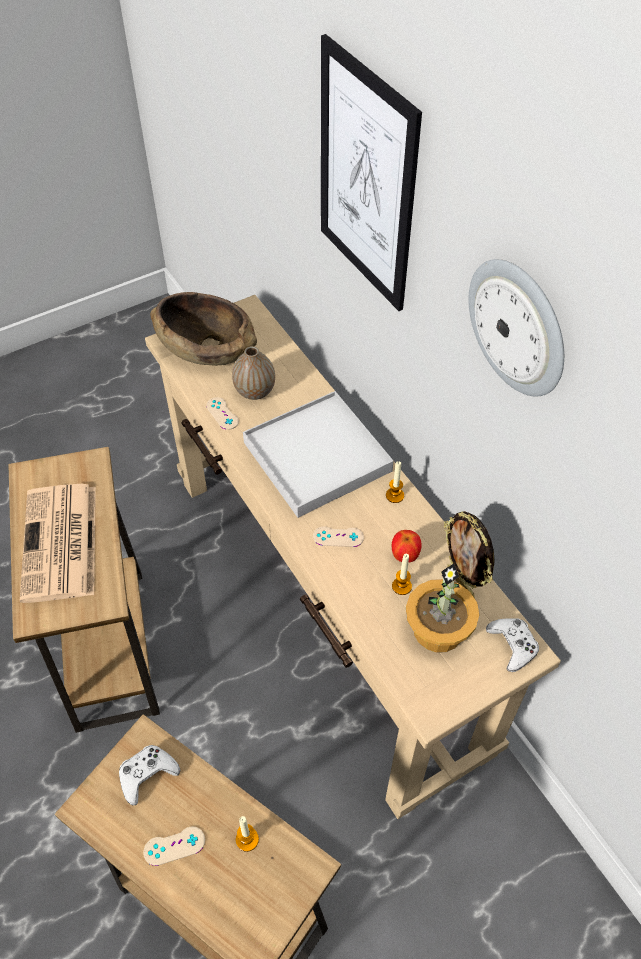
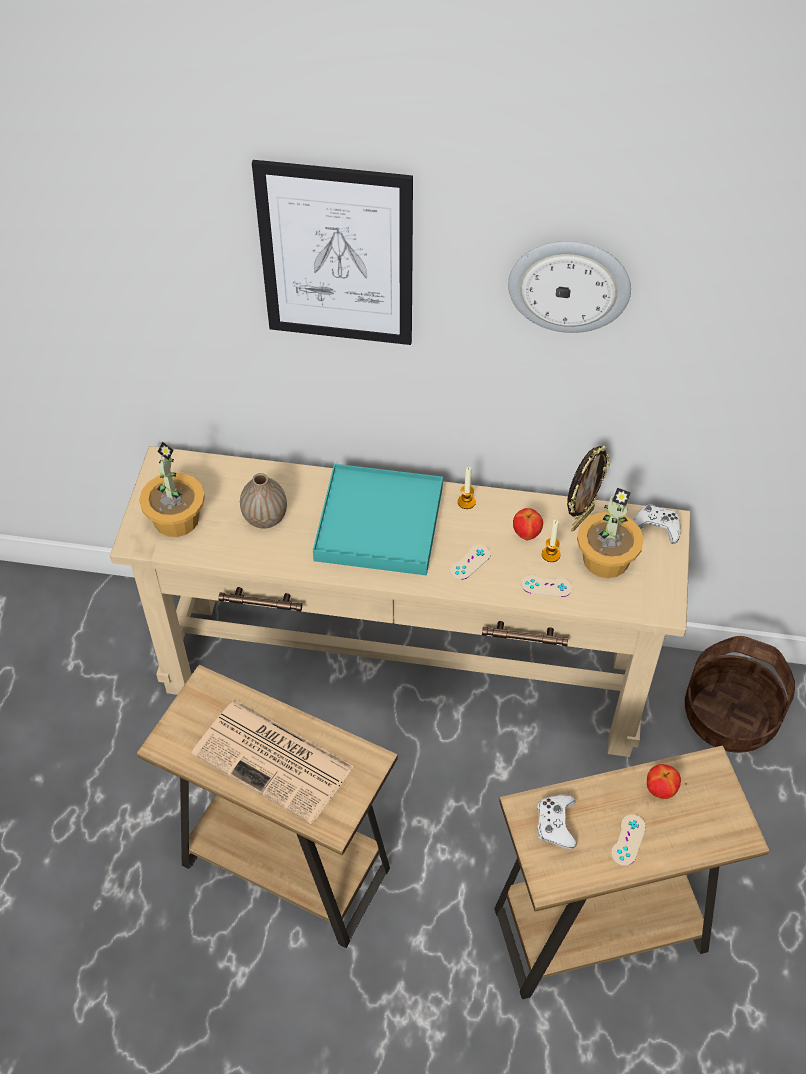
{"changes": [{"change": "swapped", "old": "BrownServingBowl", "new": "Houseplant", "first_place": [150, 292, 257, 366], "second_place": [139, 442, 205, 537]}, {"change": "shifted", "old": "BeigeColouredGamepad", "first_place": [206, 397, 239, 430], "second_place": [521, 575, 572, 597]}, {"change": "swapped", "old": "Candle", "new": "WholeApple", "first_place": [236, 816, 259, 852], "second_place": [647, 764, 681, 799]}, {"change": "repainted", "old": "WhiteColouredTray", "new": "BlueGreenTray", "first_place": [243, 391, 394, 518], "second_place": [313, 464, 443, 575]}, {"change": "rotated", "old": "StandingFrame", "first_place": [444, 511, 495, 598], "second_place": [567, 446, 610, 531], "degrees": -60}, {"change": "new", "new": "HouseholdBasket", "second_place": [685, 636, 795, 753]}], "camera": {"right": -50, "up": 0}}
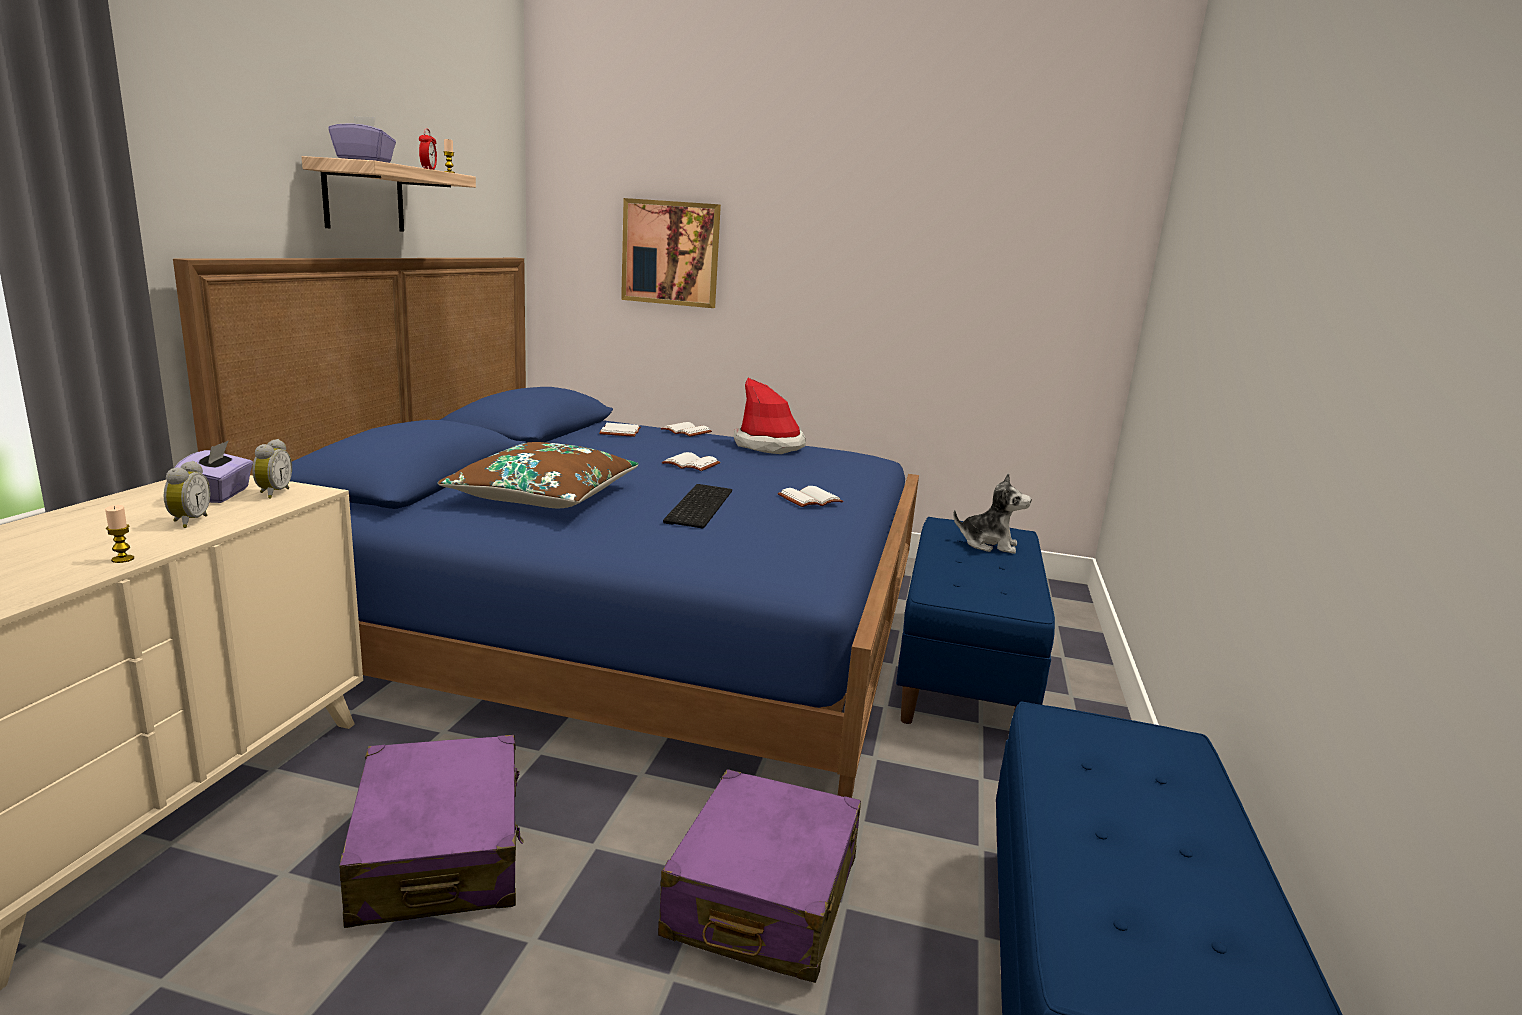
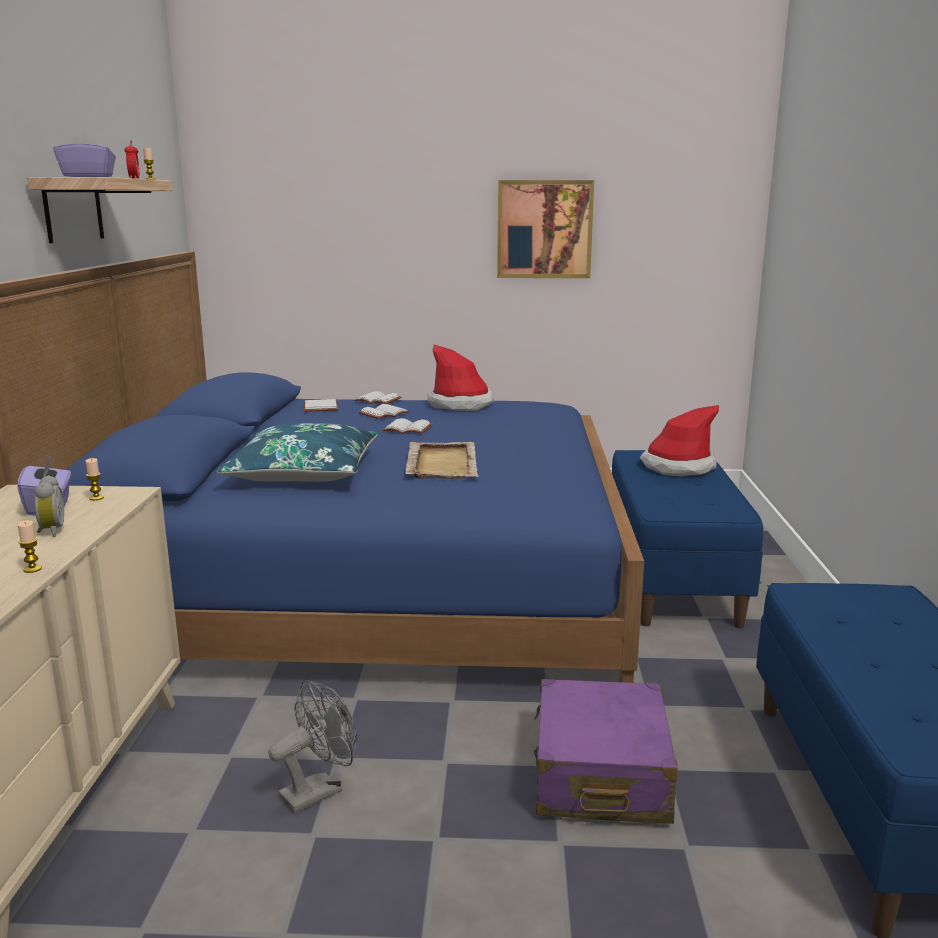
{"changes": [{"change": "swapped", "old": "BedsideClock", "new": "Candle", "first_place": [252, 439, 292, 498], "second_place": [85, 458, 104, 501]}, {"change": "swapped", "old": "PurpleTravelCase", "new": "GrayFan", "first_place": [340, 735, 524, 928], "second_place": [268, 680, 357, 813]}, {"change": "repainted", "old": "BrownPillow", "new": "BluishPillow", "first_place": [438, 442, 639, 508], "second_place": [217, 423, 378, 482]}, {"change": "shifted", "old": "WallArt", "first_place": [621, 198, 721, 308], "second_place": [497, 180, 594, 278]}, {"change": "swapped", "old": "Keyboard", "new": "BeigeColouredTray", "first_place": [663, 484, 732, 528], "second_place": [405, 442, 479, 479]}, {"change": "shifted", "old": "WhiteColouredVolume", "first_place": [778, 486, 843, 507], "second_place": [359, 404, 410, 419]}, {"change": "swapped", "old": "CuddlyToy", "new": "WearableHat", "first_place": [953, 473, 1032, 554], "second_place": [640, 405, 719, 477]}], "camera": {"right": -10, "up": 0}}
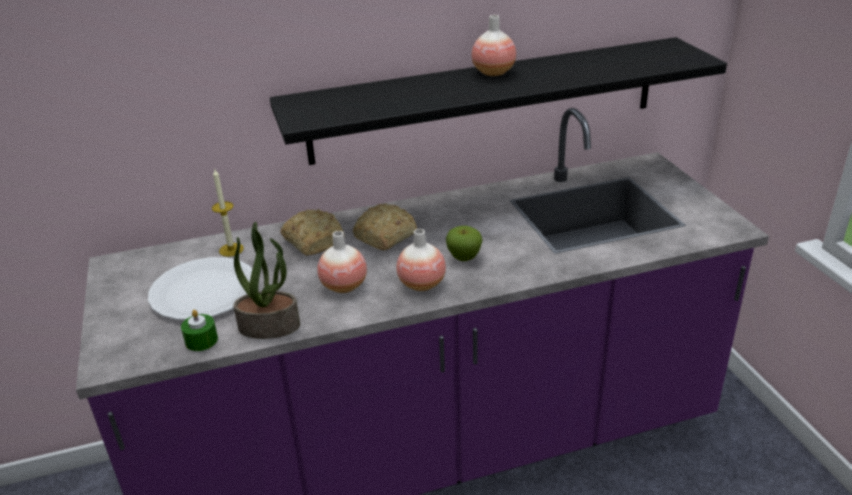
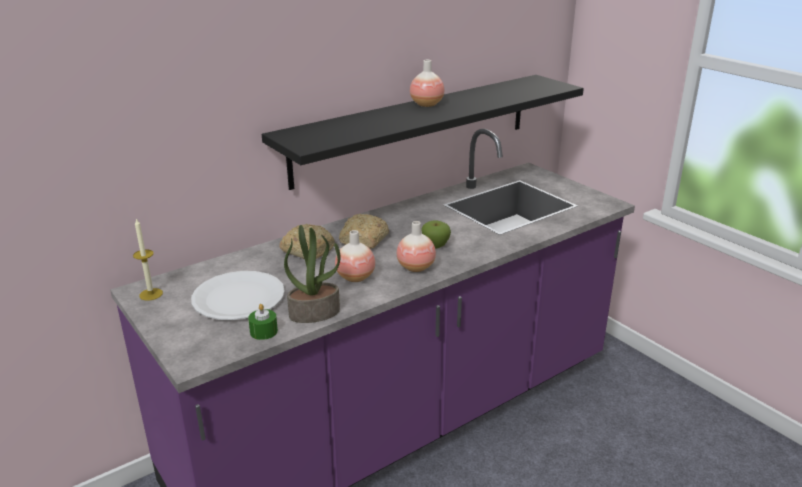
{"changes": [{"change": "shifted", "old": "Candle", "first_place": [212, 168, 244, 257], "second_place": [133, 219, 163, 300]}], "camera": {"right": -20, "up": -5}}
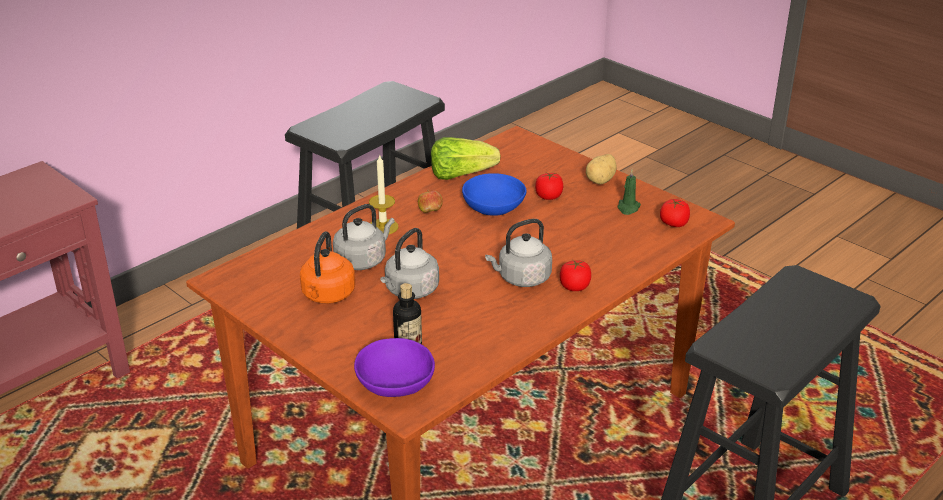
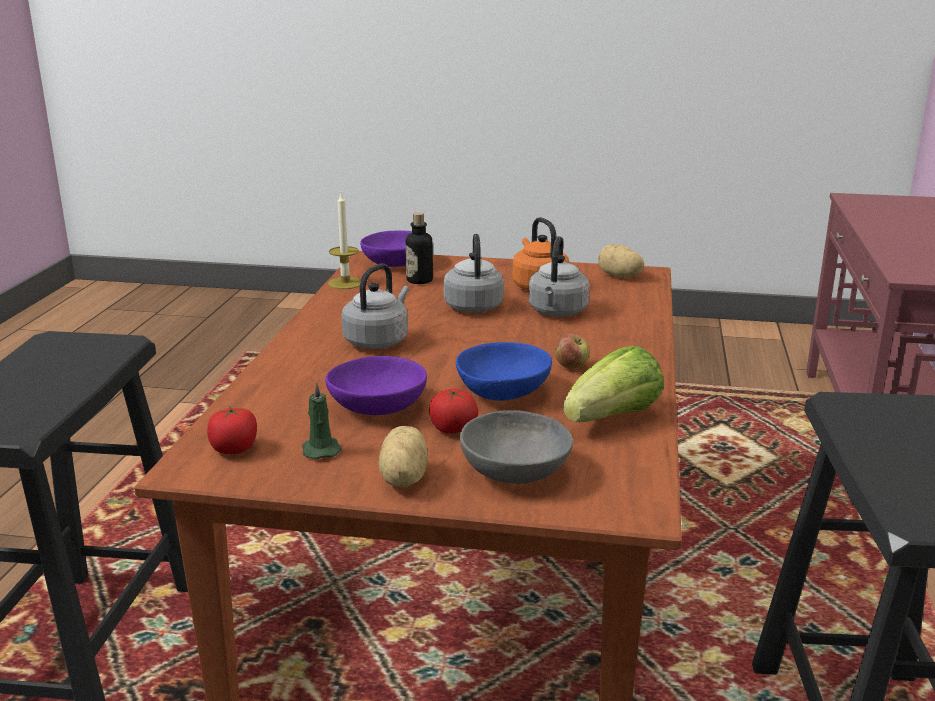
{"changes": [{"change": "shifted", "old": "Candle", "first_place": [369, 154, 399, 234], "second_place": [328, 193, 361, 289]}, {"change": "gone", "old": "FreshTomato", "first_place": [560, 260, 591, 291]}, {"change": "new", "new": "PurpleServingBowl", "second_place": [325, 356, 427, 415]}, {"change": "new", "new": "GrayServingBowl", "second_place": [460, 410, 573, 484]}, {"change": "new", "new": "Potato", "second_place": [598, 244, 644, 278]}], "camera": {"right": 145, "up": -10}}
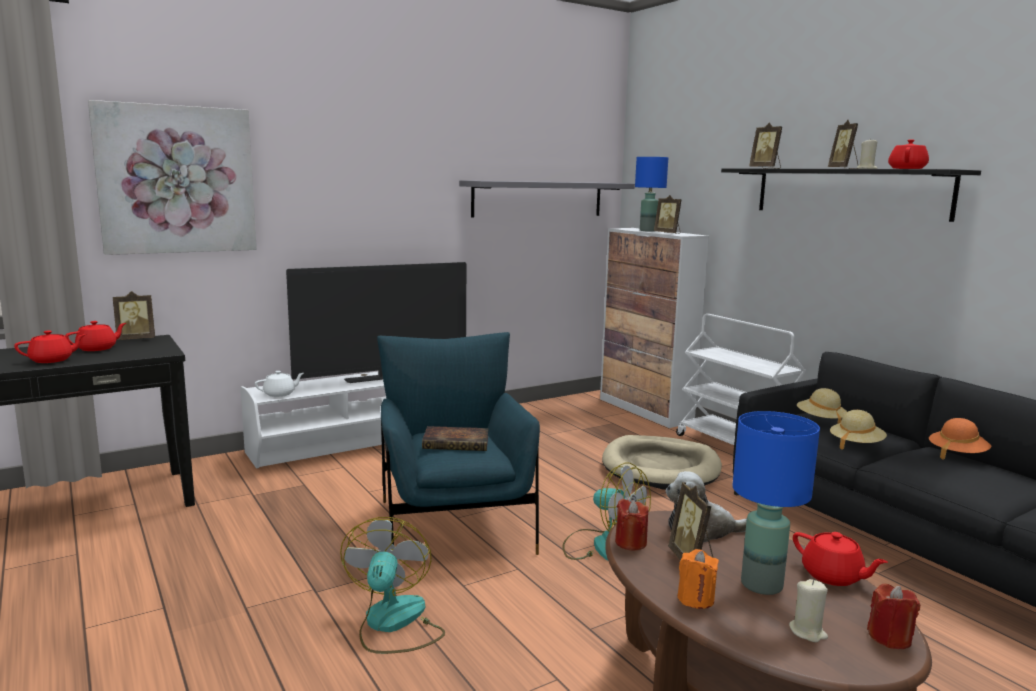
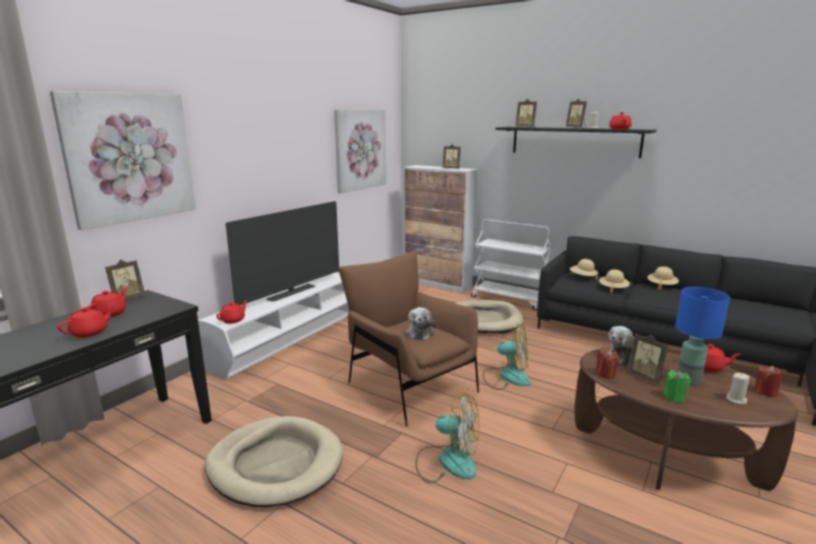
{"changes": [{"change": "repainted", "old": "WhiteColouredTeapot", "new": "RedTeapot", "first_place": [255, 371, 304, 397], "second_place": [216, 300, 248, 323]}, {"change": "rotated", "old": "Fan", "first_place": [340, 517, 445, 654], "second_place": [415, 393, 479, 483], "degrees": 135}, {"change": "repainted", "old": "BluishEasyChair", "new": "BrownEasyChair", "first_place": [377, 332, 540, 555], "second_place": [338, 251, 479, 427]}, {"change": "swapped", "old": "Volume", "new": "CuddlyToy", "first_place": [422, 426, 488, 451], "second_place": [406, 307, 436, 340]}, {"change": "swapped", "old": "GrayShelf", "new": "WallArt", "first_place": [459, 180, 635, 217], "second_place": [334, 110, 386, 194]}, {"change": "gone", "old": "BluishTabletopLamp", "first_place": [635, 157, 668, 232]}, {"change": "repainted", "old": "OrangeyCandle", "new": "GreenColouredCandle", "first_place": [677, 549, 719, 609], "second_place": [663, 370, 691, 403]}, {"change": "repainted", "old": "OrangeyWearableHat", "new": "BeigeColouredWearableHat", "first_place": [929, 418, 991, 460], "second_place": [647, 266, 679, 290]}, {"change": "new", "new": "BeigeColouredDogCushion", "second_place": [205, 416, 343, 507]}], "camera": {"right": -25, "up": 5}}
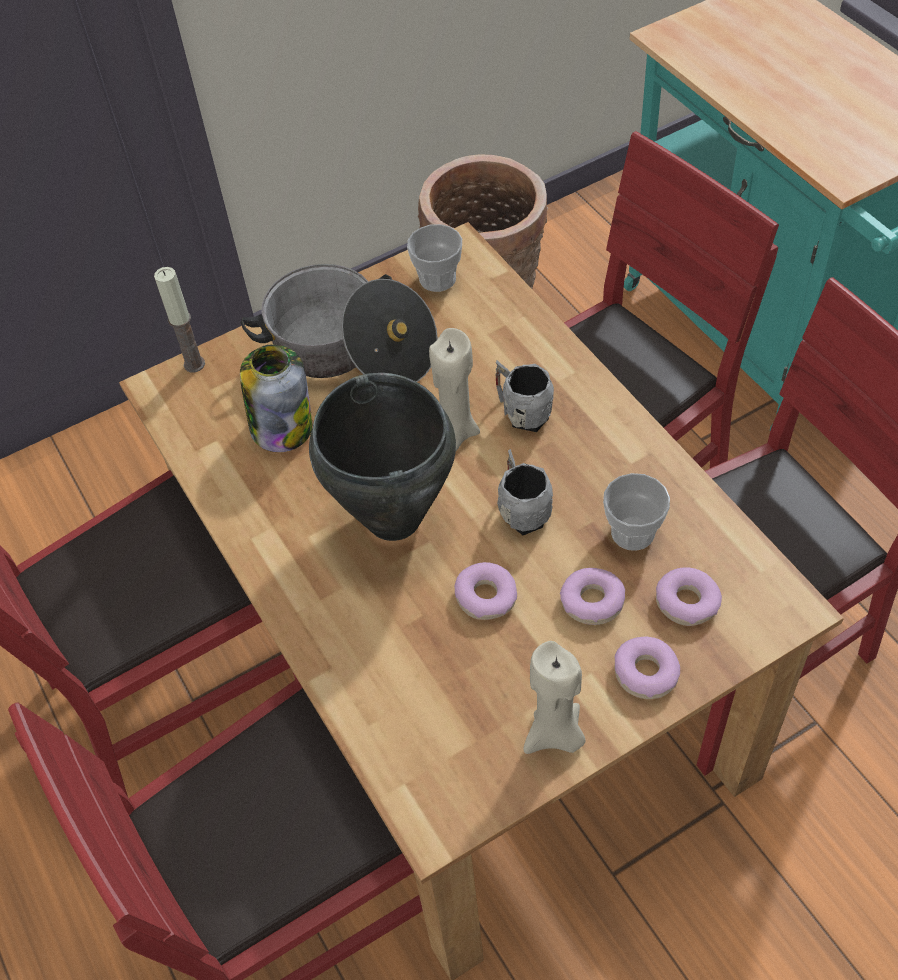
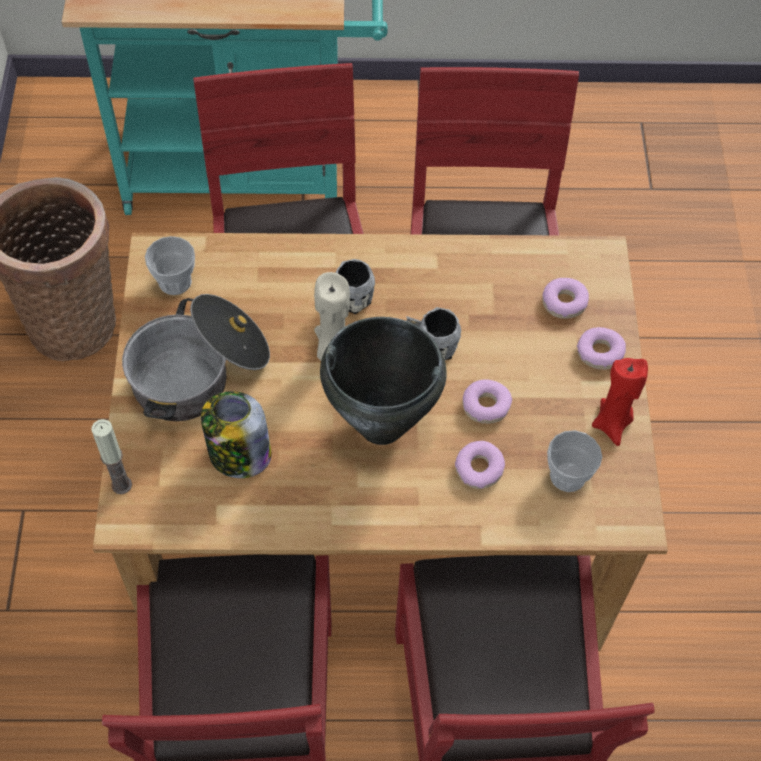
{"changes": [{"change": "repainted", "old": "BeigeColouredCandle", "new": "RedCandle", "first_place": [524, 641, 586, 754], "second_place": [592, 358, 648, 446]}, {"change": "shifted", "old": "Doughnut", "first_place": [560, 568, 625, 625], "second_place": [455, 441, 505, 489]}, {"change": "shifted", "old": "DrinkingCup", "first_place": [603, 473, 670, 551], "second_place": [547, 430, 602, 492]}], "camera": {"right": -65, "up": 5}}
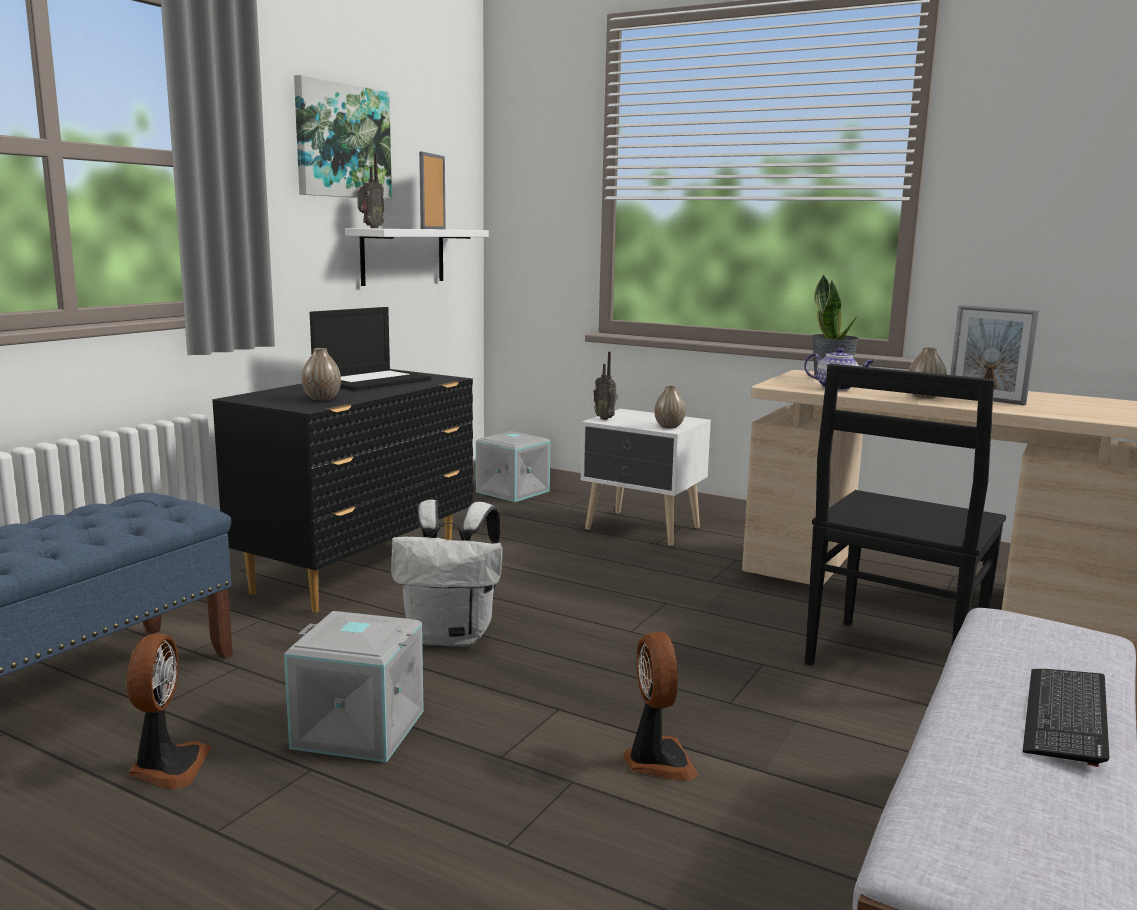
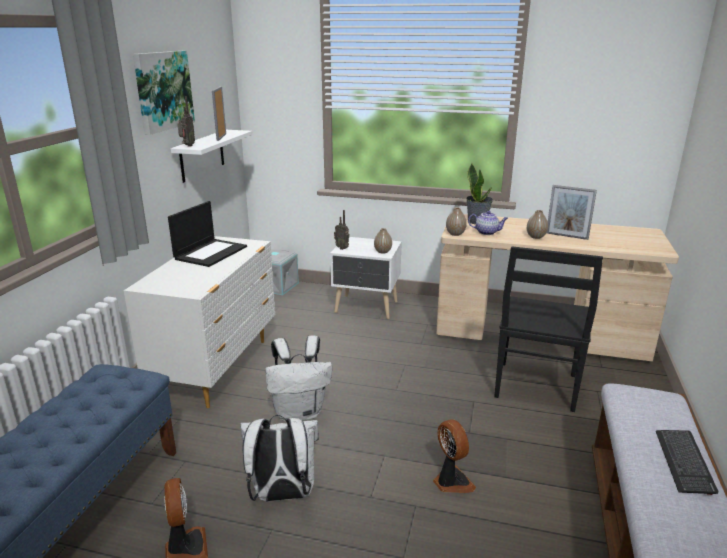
{"changes": [{"change": "repainted", "old": "BlackChestOfDrawers", "new": "WhiteColouredChestOfDrawers", "first_place": [212, 369, 473, 613], "second_place": [124, 236, 275, 408]}, {"change": "swapped", "old": "GrayStorageBin", "new": "WhiteColouredBackpack", "first_place": [284, 611, 424, 763], "second_place": [240, 415, 319, 501]}, {"change": "shifted", "old": "DecorativeVase", "first_place": [302, 348, 341, 401], "second_place": [446, 207, 467, 236]}], "camera": {"right": -15, "up": 10}}
